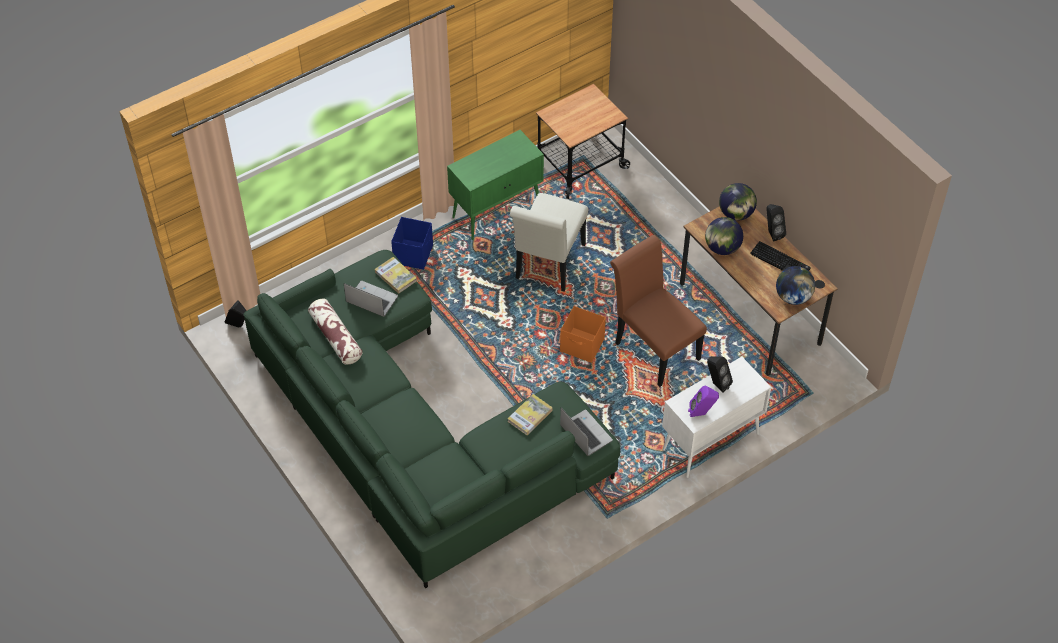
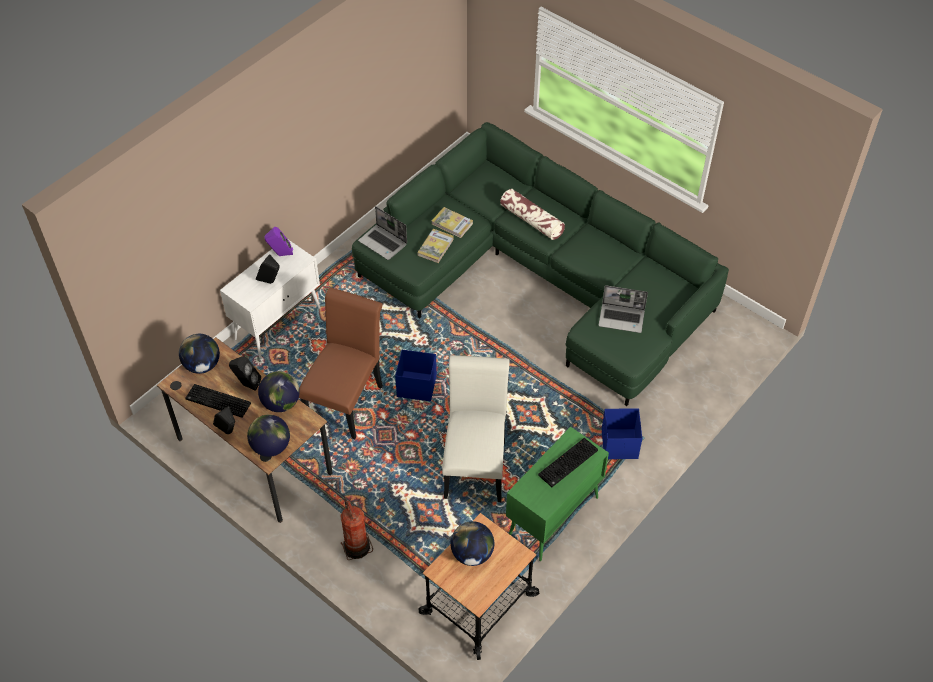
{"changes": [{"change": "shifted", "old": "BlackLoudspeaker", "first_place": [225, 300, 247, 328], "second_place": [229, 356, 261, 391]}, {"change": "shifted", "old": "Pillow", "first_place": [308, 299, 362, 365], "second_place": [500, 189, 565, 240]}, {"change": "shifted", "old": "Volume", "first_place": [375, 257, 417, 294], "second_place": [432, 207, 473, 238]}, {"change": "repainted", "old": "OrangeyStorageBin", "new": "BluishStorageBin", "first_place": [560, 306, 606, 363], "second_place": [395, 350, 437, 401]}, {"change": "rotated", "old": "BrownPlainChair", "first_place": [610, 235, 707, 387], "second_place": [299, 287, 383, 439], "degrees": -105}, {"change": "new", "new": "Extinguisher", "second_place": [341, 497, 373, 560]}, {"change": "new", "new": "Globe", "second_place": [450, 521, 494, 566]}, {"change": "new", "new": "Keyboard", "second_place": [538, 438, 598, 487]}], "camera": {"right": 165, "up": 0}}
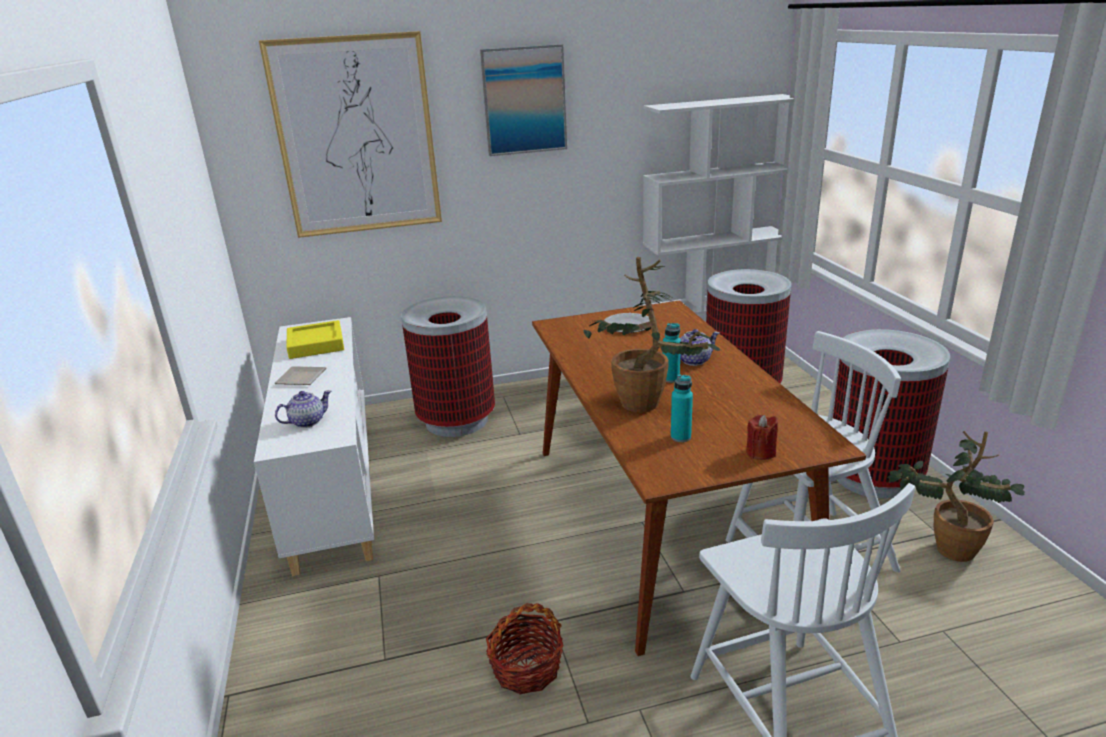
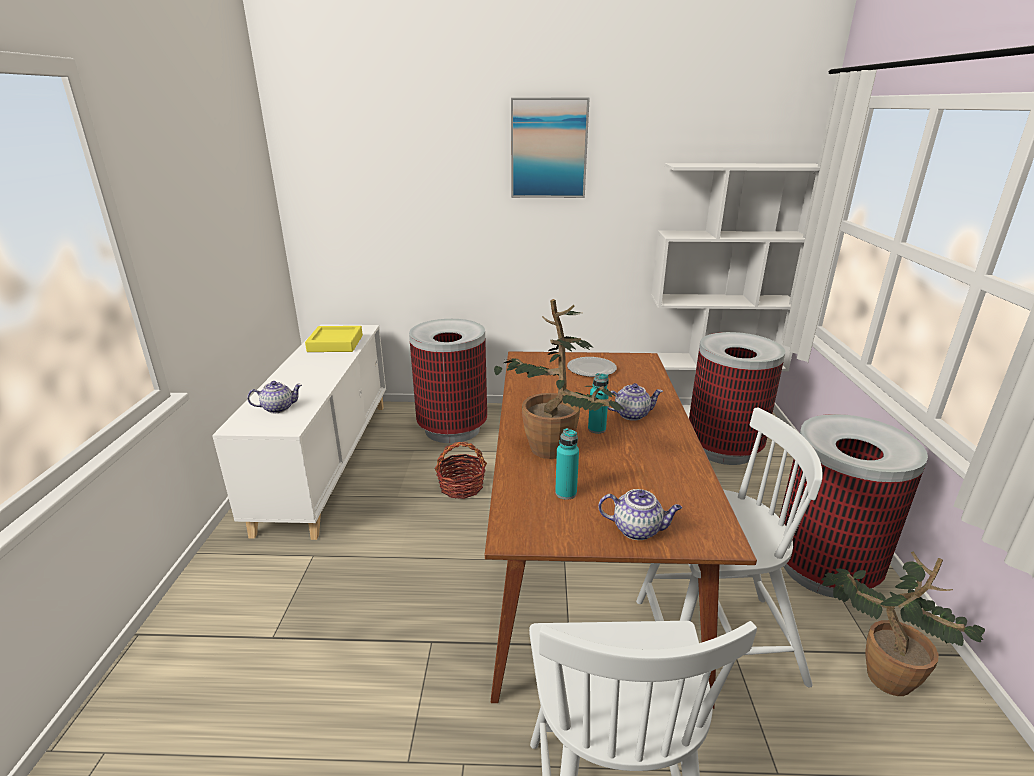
{"changes": [{"change": "gone", "old": "WallArt", "first_place": [259, 31, 442, 238]}, {"change": "gone", "old": "DinnerPlate", "first_place": [274, 366, 327, 385]}, {"change": "shifted", "old": "HouseholdBasket", "first_place": [486, 603, 564, 695], "second_place": [435, 442, 487, 499]}, {"change": "swapped", "old": "RedCandle", "new": "Teapot", "first_place": [746, 414, 778, 460], "second_place": [598, 489, 682, 540]}], "camera": {"right": 15, "up": 0}}
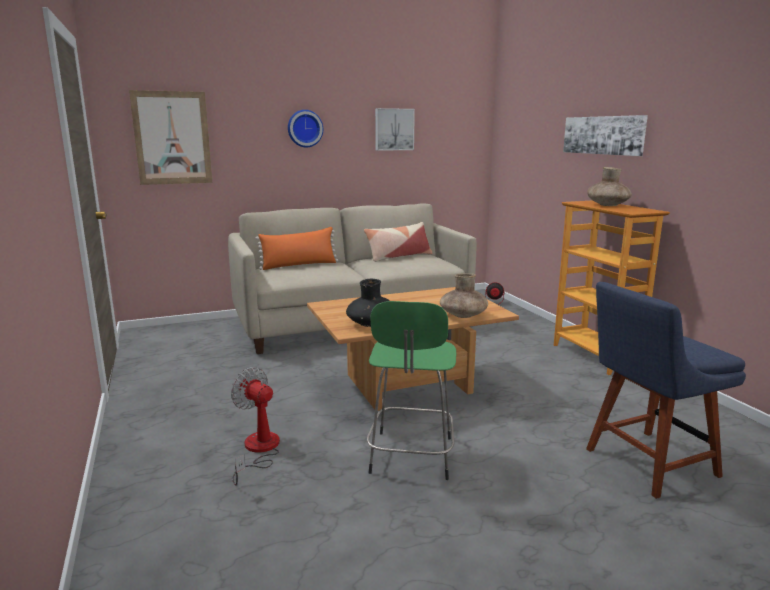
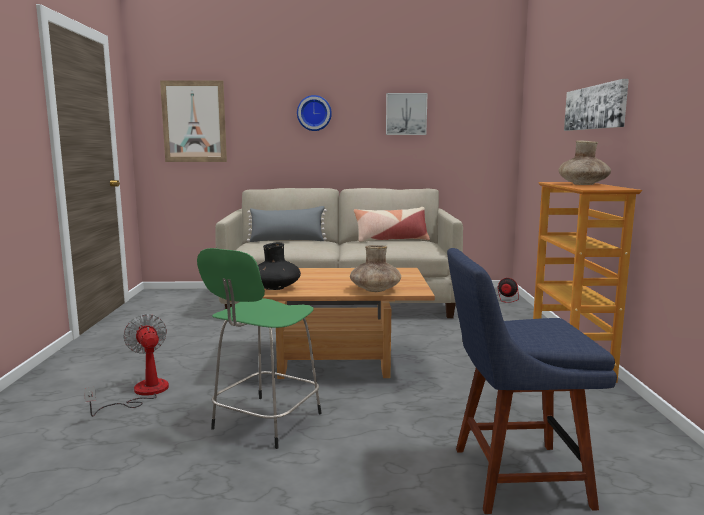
{"changes": [{"change": "repainted", "old": "OrangeyPillow", "new": "GrayPillow", "first_place": [255, 227, 338, 270], "second_place": [247, 206, 327, 242]}], "camera": {"right": 20, "up": -5}}
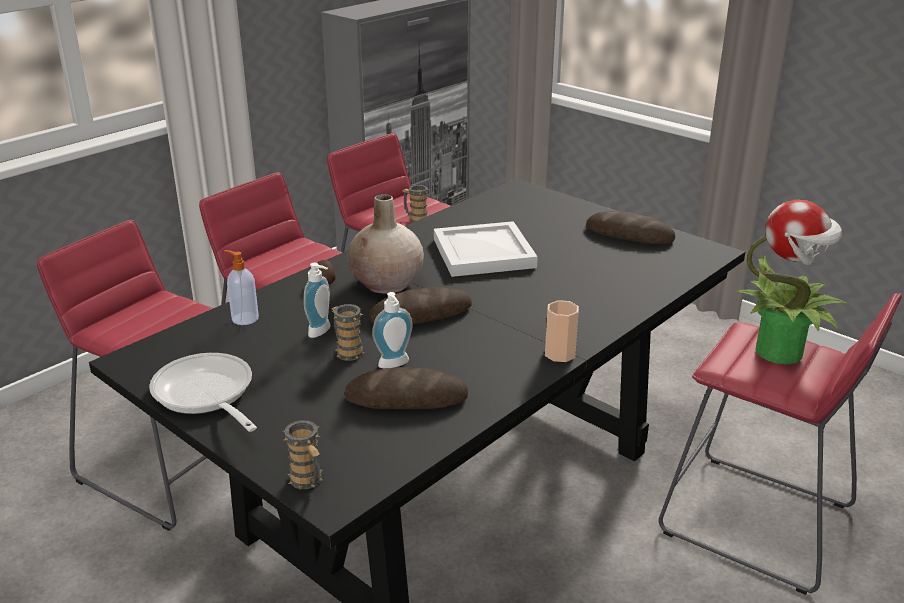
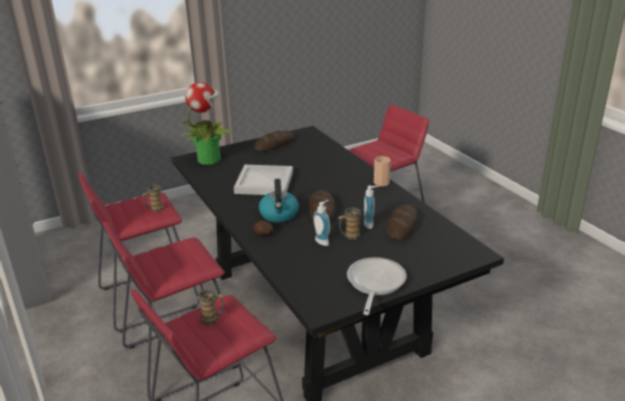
{"changes": [{"change": "rotated", "old": "FryingPan", "first_place": [149, 353, 257, 432], "second_place": [347, 257, 406, 315], "degrees": 120}, {"change": "gone", "old": "SoapDispenser", "first_place": [224, 250, 259, 325]}, {"change": "shifted", "old": "TeaMug", "first_place": [283, 420, 323, 489], "second_place": [197, 289, 224, 325]}, {"change": "swapped", "old": "BeigeColouredDecorativeVase", "new": "WaterKettle", "first_place": [347, 194, 424, 294], "second_place": [259, 179, 299, 222]}, {"change": "shifted", "old": "Houseplant", "first_place": [737, 200, 848, 364], "second_place": [180, 82, 233, 165]}], "camera": {"right": -70, "up": 0}}
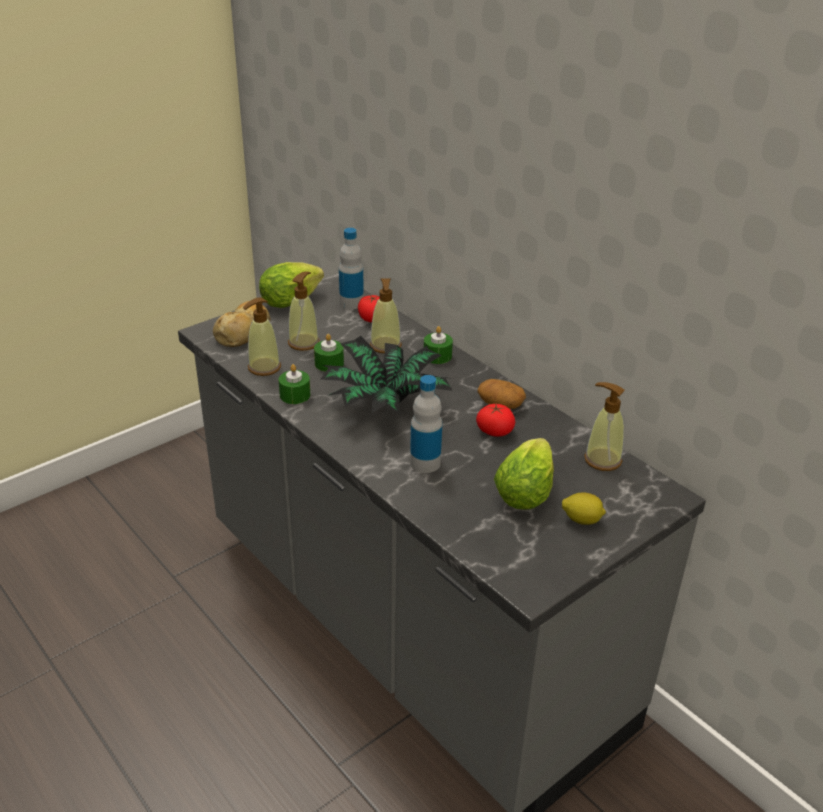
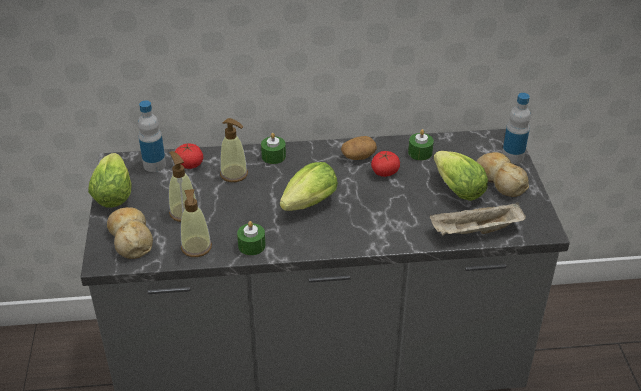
{"changes": [{"change": "shifted", "old": "GreenColouredCandle", "first_place": [314, 334, 344, 372], "second_place": [408, 129, 434, 161]}, {"change": "swapped", "old": "Houseplant", "new": "LettuceHead", "first_place": [320, 336, 453, 414], "second_place": [280, 162, 338, 211]}, {"change": "shifted", "old": "DrinkBottle", "first_place": [410, 375, 442, 473], "second_place": [502, 93, 531, 164]}, {"change": "swapped", "old": "CitrusFruit", "new": "BakeryBread", "first_place": [562, 492, 606, 525], "second_place": [477, 152, 529, 197]}, {"change": "gone", "old": "SoapDispenser", "first_place": [584, 382, 625, 471]}, {"change": "new", "new": "BeigeColouredTray", "second_place": [430, 202, 526, 235]}], "camera": {"right": -55, "up": 5}}
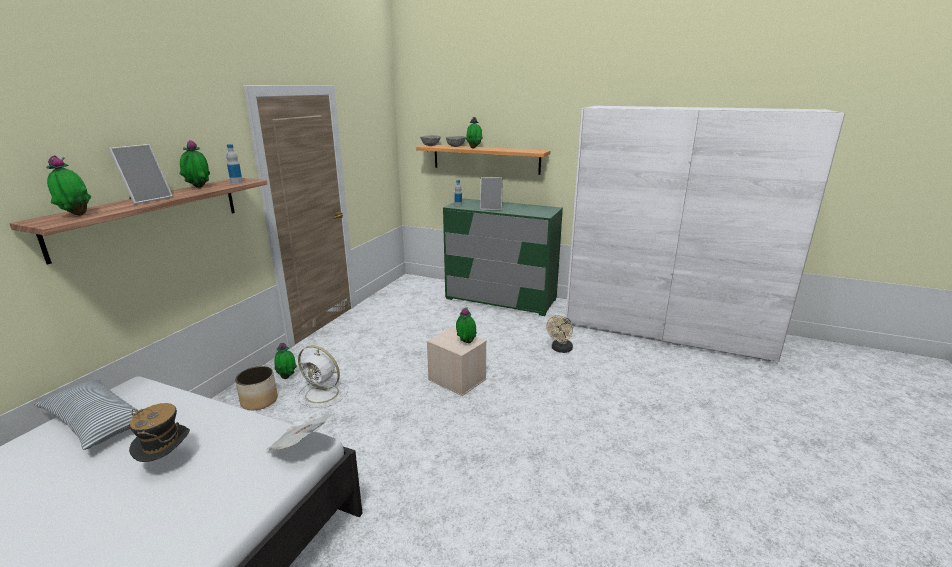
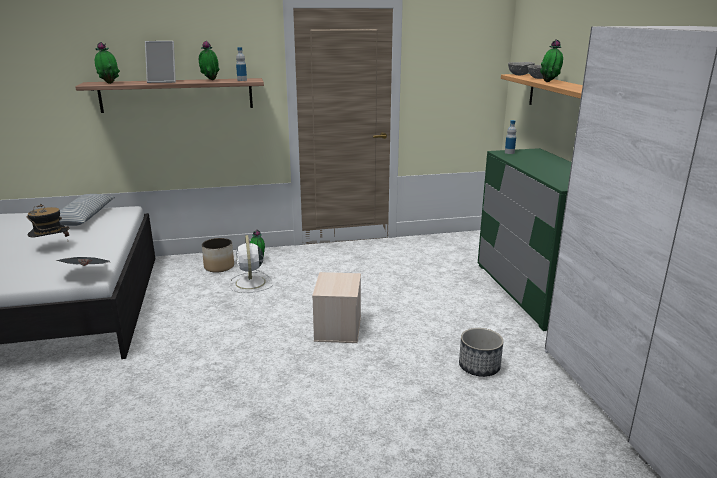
{"changes": [{"change": "gone", "old": "Houseplant", "first_place": [456, 308, 477, 343]}, {"change": "gone", "old": "StandingFrame", "first_place": [480, 177, 503, 210]}, {"change": "swapped", "old": "BeigeColouredFan", "new": "PlantPot", "first_place": [546, 315, 573, 353], "second_place": [459, 328, 503, 377]}], "camera": {"right": 55, "up": 0}}
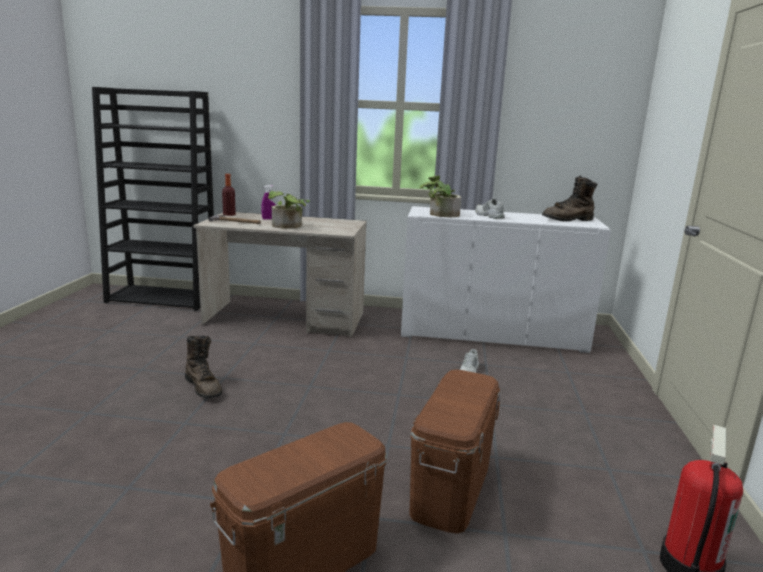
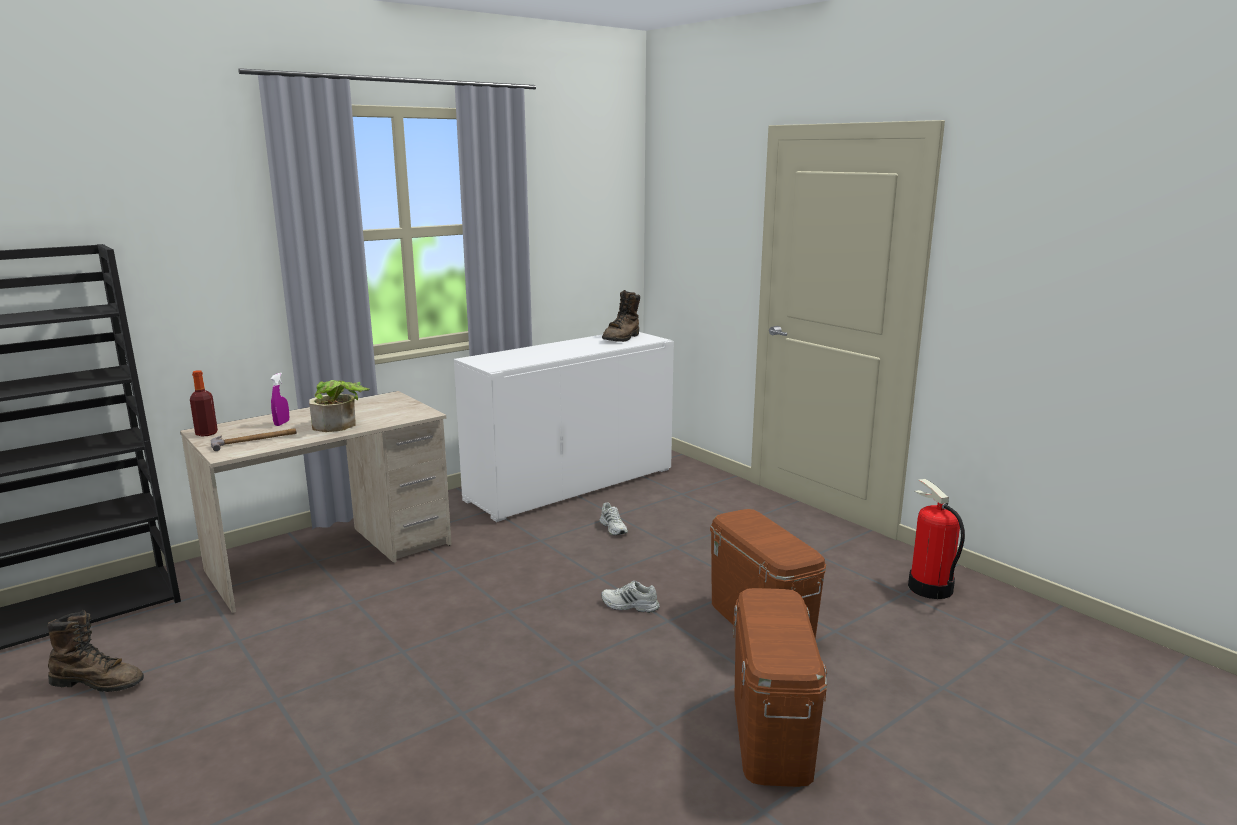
{"changes": [{"change": "shifted", "old": "BrownBoot", "first_place": [185, 335, 222, 398], "second_place": [48, 610, 144, 692]}, {"change": "gone", "old": "Houseplant", "first_place": [419, 176, 461, 217]}, {"change": "shifted", "old": "WhiteColouredLowShoe", "first_place": [475, 199, 505, 219], "second_place": [601, 581, 660, 613]}], "camera": {"right": -45, "up": 0}}
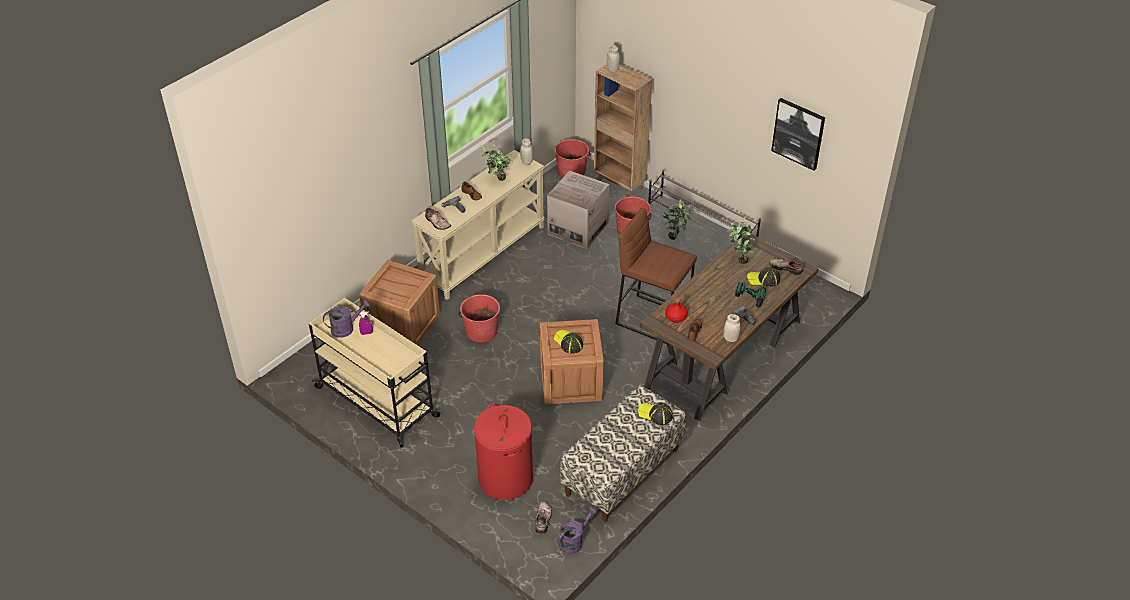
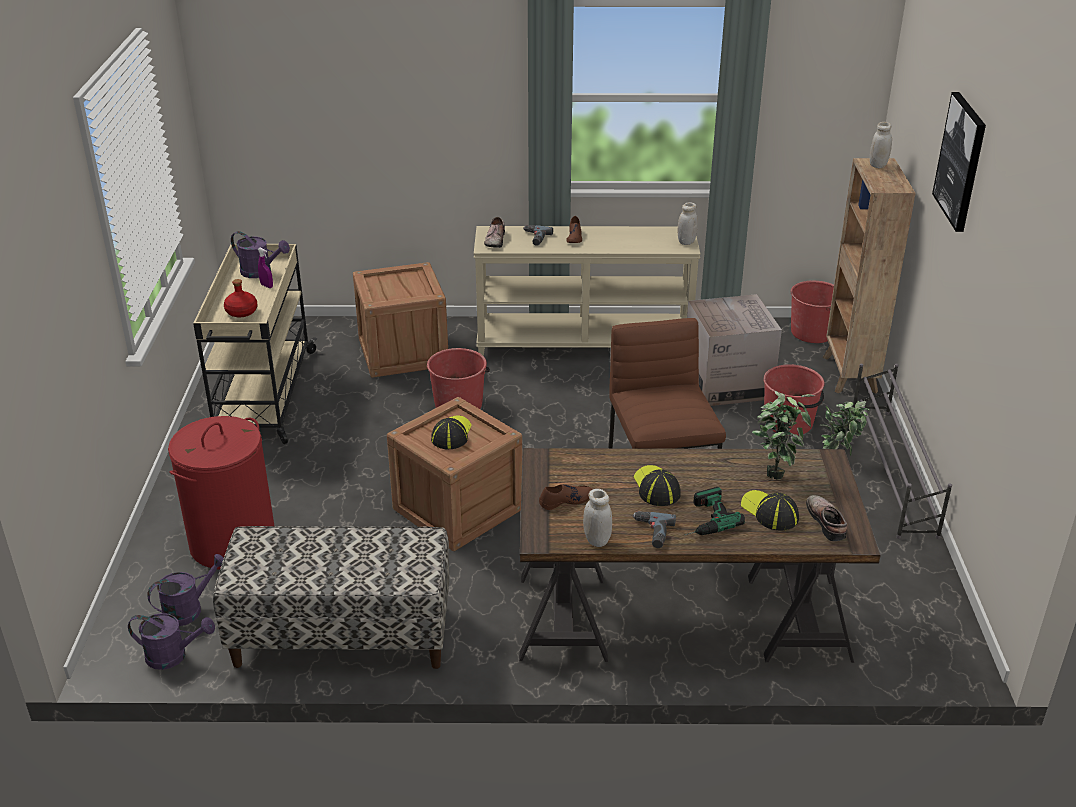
{"changes": [{"change": "gone", "old": "Houseplant", "first_place": [481, 144, 512, 181]}, {"change": "swapped", "old": "LowShoe", "new": "PurpleWateringCan", "first_place": [535, 502, 552, 534], "second_place": [147, 554, 224, 626]}, {"change": "shifted", "old": "PeakedCap", "first_place": [638, 403, 673, 425], "second_place": [634, 465, 681, 506]}, {"change": "shifted", "old": "RedDrinkBottle", "first_place": [665, 298, 688, 323], "second_place": [224, 279, 258, 317]}, {"change": "shifted", "old": "WallArt", "first_place": [771, 98, 825, 171], "second_place": [932, 92, 986, 232]}], "camera": {"right": 50, "up": -10}}
